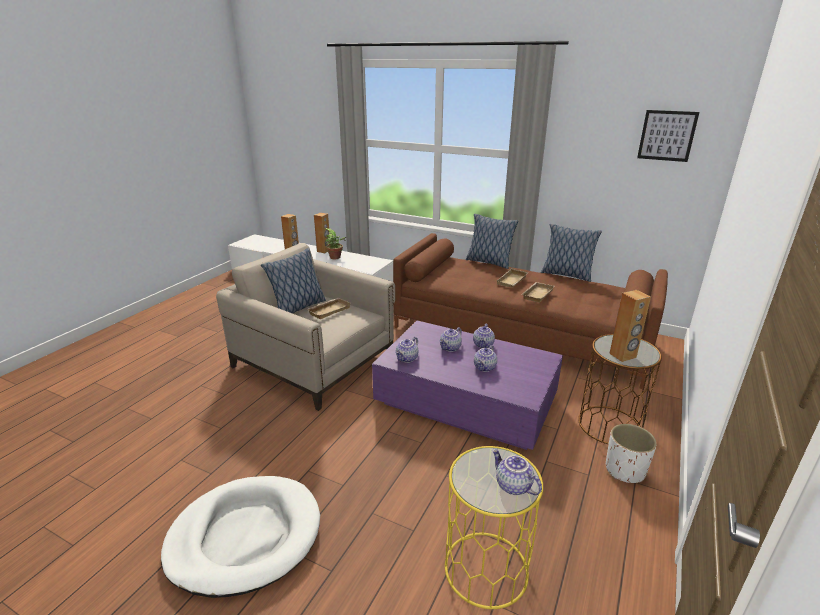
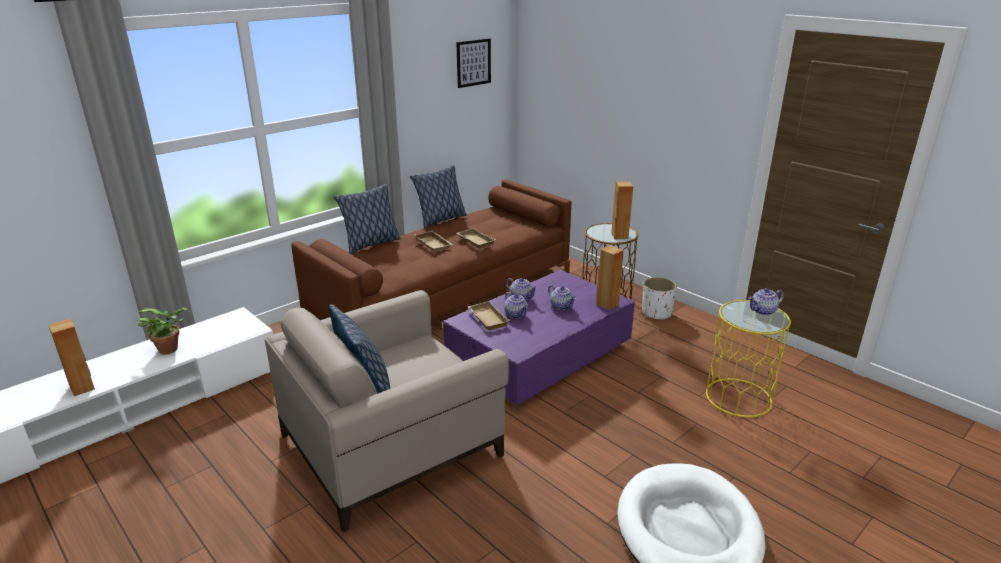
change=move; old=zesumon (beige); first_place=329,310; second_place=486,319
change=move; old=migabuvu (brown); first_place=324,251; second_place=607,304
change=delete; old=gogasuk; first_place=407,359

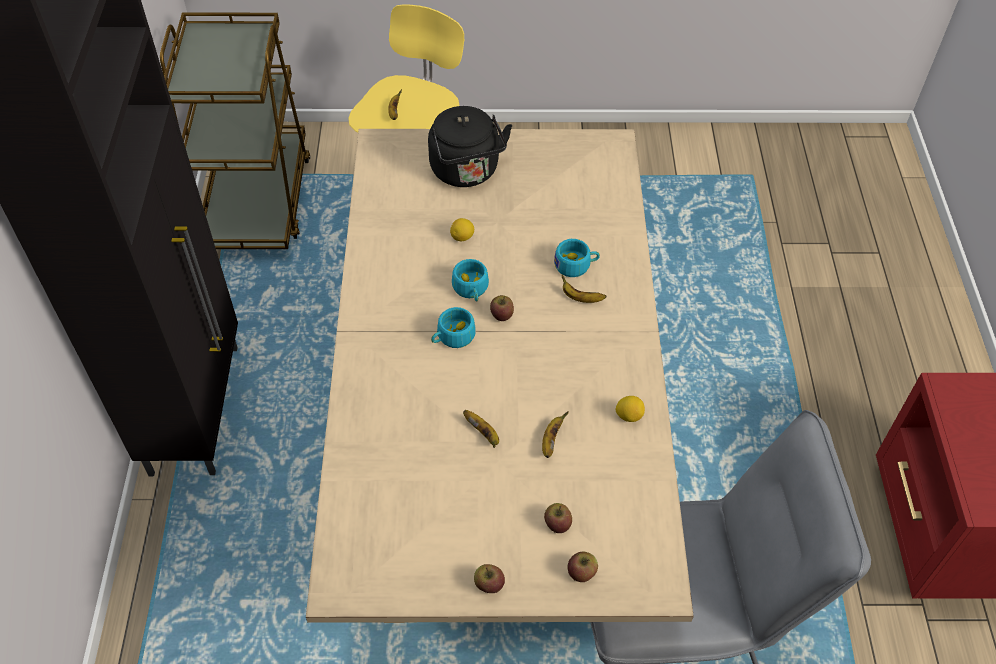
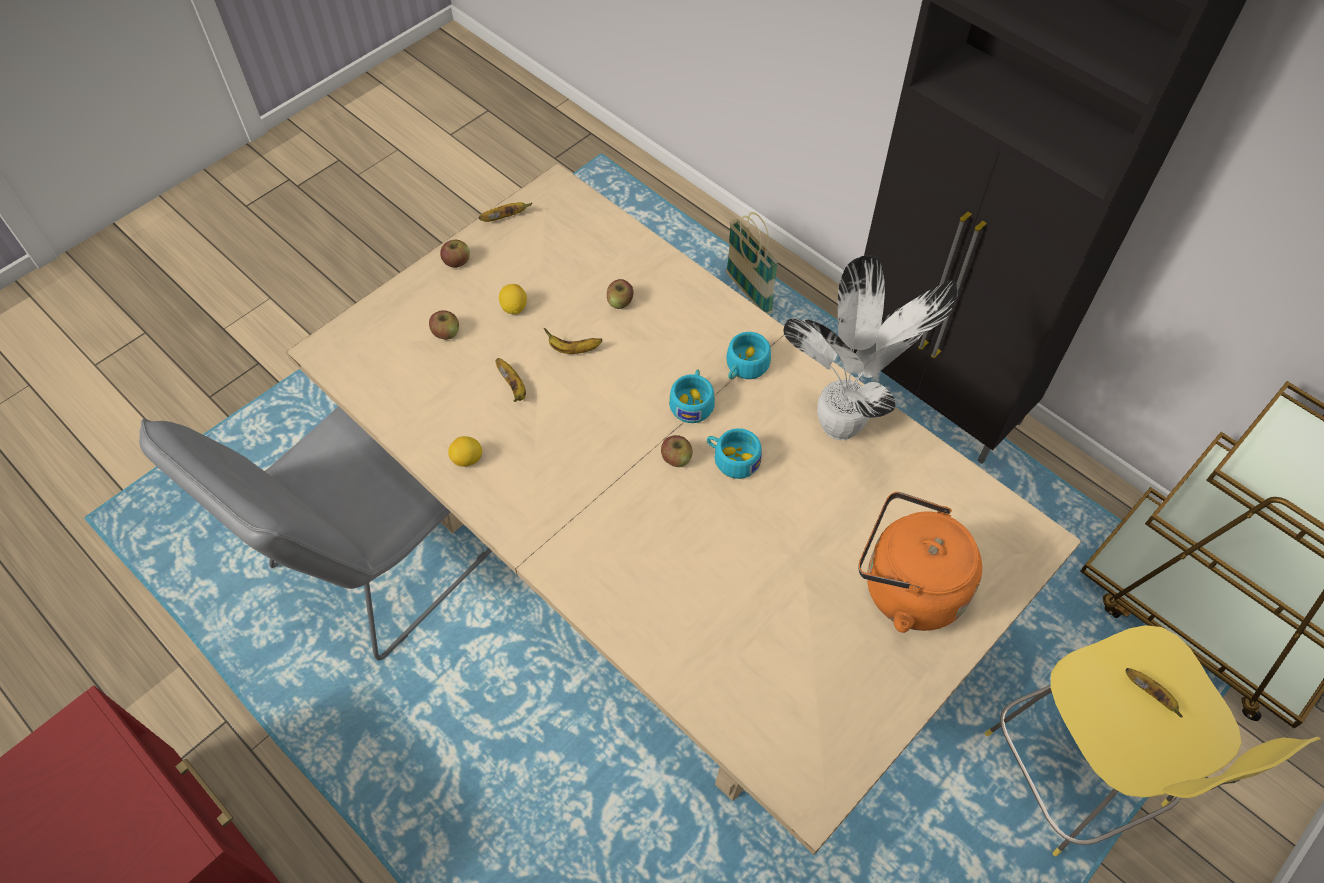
change=recolor; old=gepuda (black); new=gepuda (orange); first_place=467,172; second_place=906,588
change=move; old=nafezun; first_place=462,237; second_place=514,308
change=move; old=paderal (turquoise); first_place=576,265; second_place=744,367
change=move; old=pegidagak; first_place=581,298; second_place=505,217
change=move; old=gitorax; first_place=581,572; second_place=620,302
change=insert; new=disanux; second_place=748,293
change=insert; new=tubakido; second_place=844,427

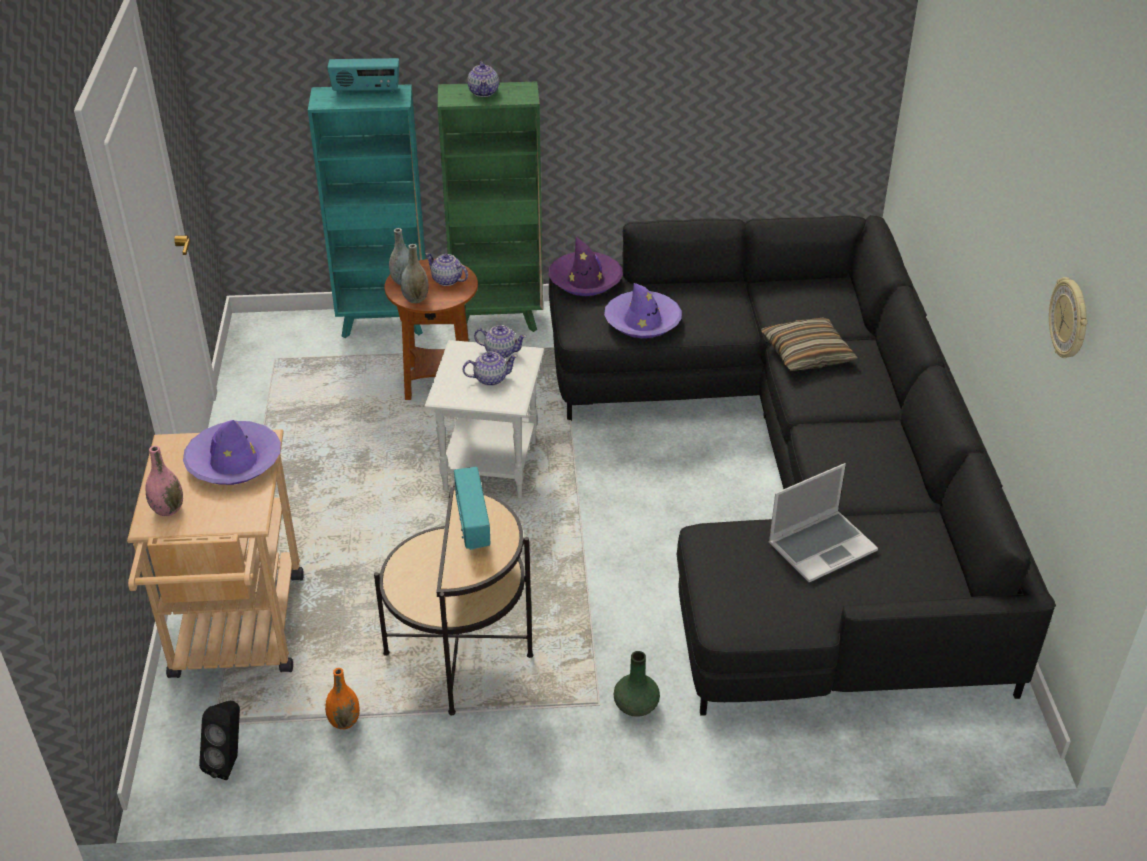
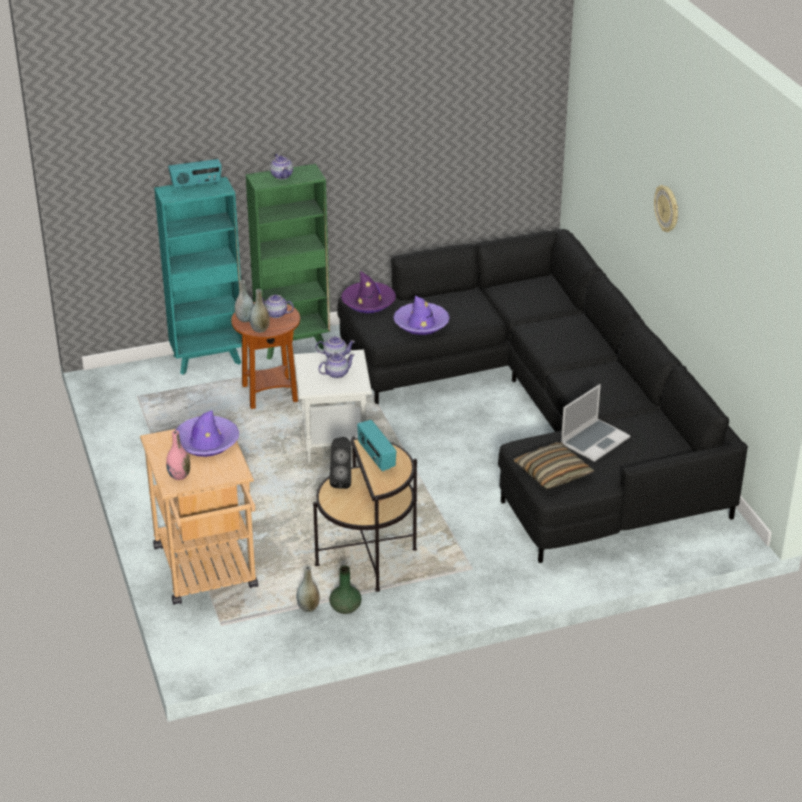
change=move; old=migabuvu (black); first_place=229,762; second_place=342,481
change=recolor; old=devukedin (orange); new=devukedin (grey); first_place=344,721; second_place=308,607
change=move; old=devukedin (green); first_place=636,706; second_place=345,608
change=move; old=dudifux; first_place=807,354; second_place=552,473
change=move; old=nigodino; first_place=1070,319; second_place=667,209

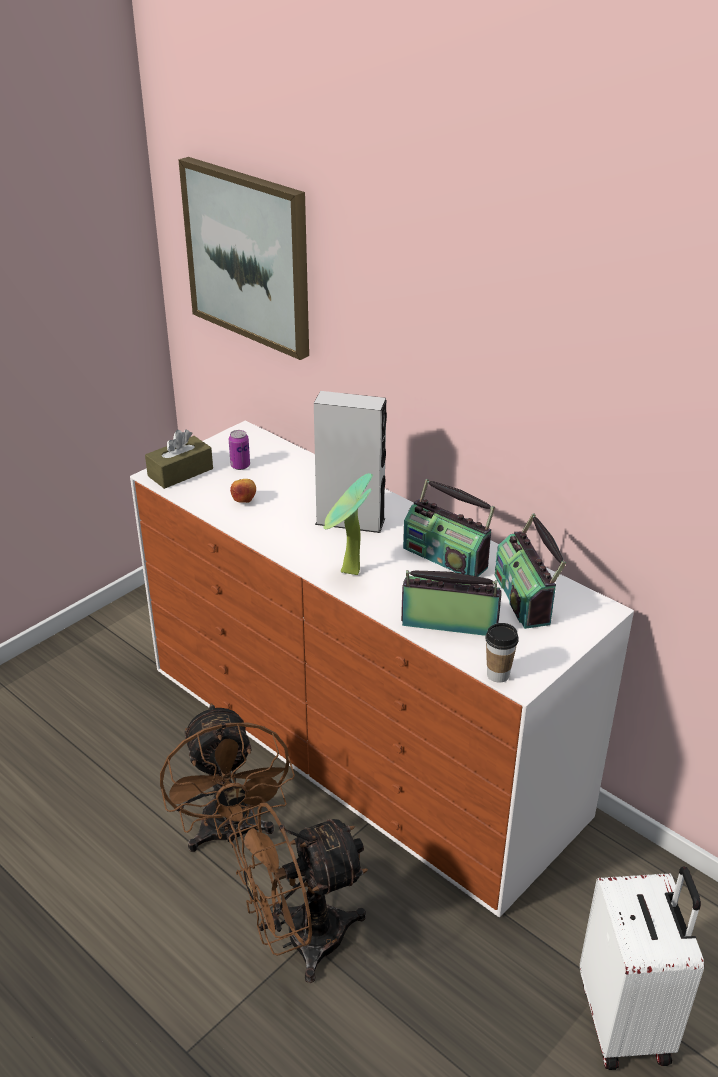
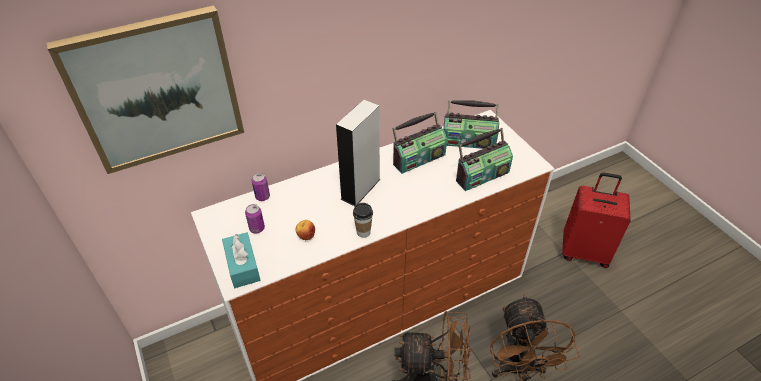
change=recolor; old=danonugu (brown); new=danonugu (turquoise); first_place=180,472; second_place=242,266
change=delete; old=tubakido; first_place=348,573
change=rotate; old=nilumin; first_place=449,624; second_place=481,175; degrees=-150
change=move; old=paderal; first_place=498,675; second_place=363,232
change=recolor; old=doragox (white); new=doragox (red); first_place=627,1021; second_place=584,251
change=insert; new=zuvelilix; second_place=262,197

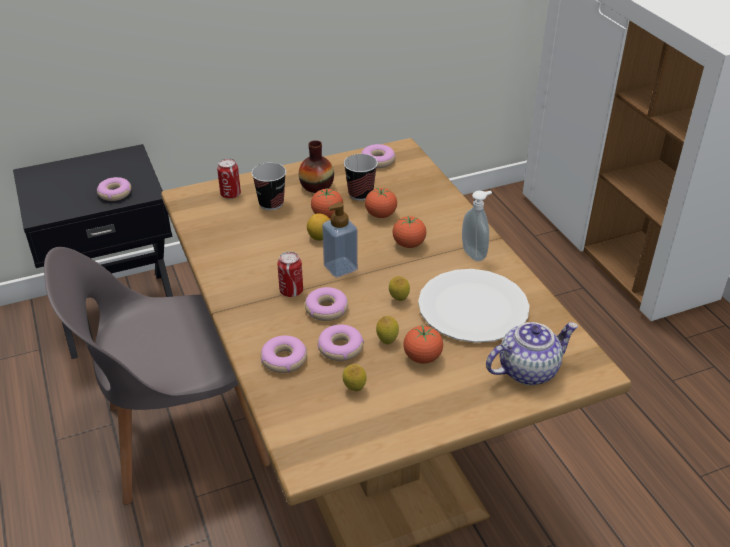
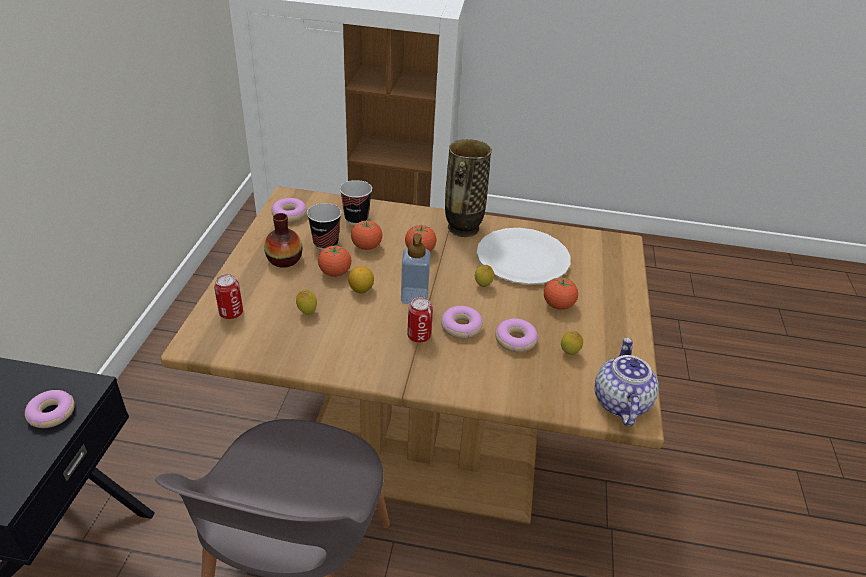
change=move; old=paderal; first_place=271,203; second_place=356,218
change=delete; old=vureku; first_place=284,359
change=move; old=nafezun; first_place=387,341; second_place=307,312
change=replace; old=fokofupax; new=devukedin; first_place=475,254; second_place=462,229
change=move; old=gogasuk; first_place=528,369; second_place=619,401

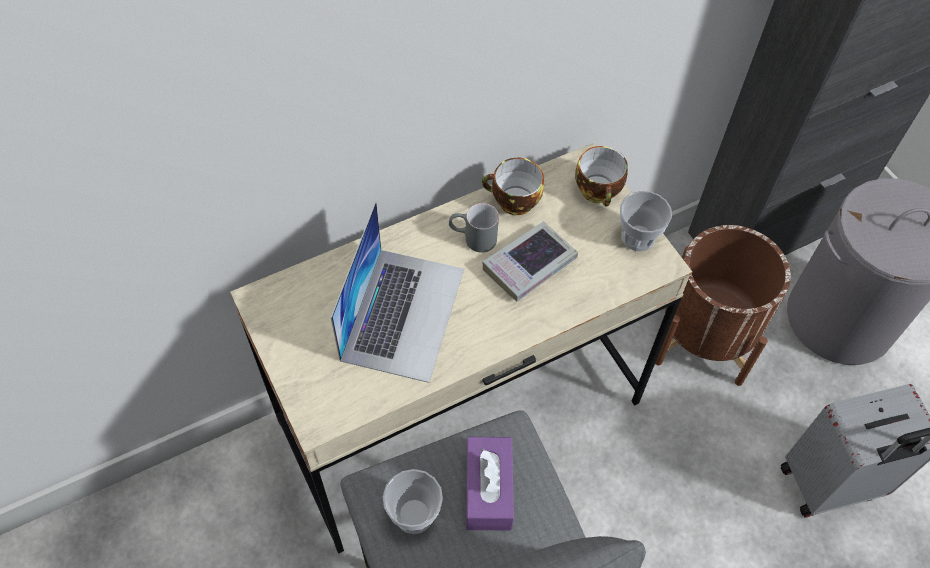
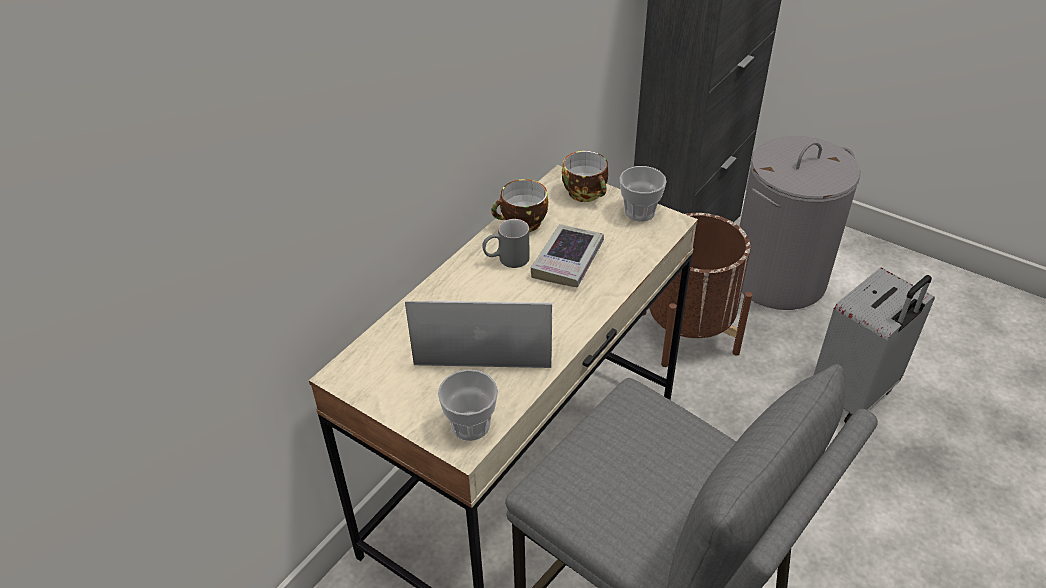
change=rotate; old=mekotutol; first_place=403,313; second_place=484,334; degrees=-75
change=move; old=paderal; first_place=414,514; second_place=470,425
change=delete; old=danonugu (purple); first_place=488,489

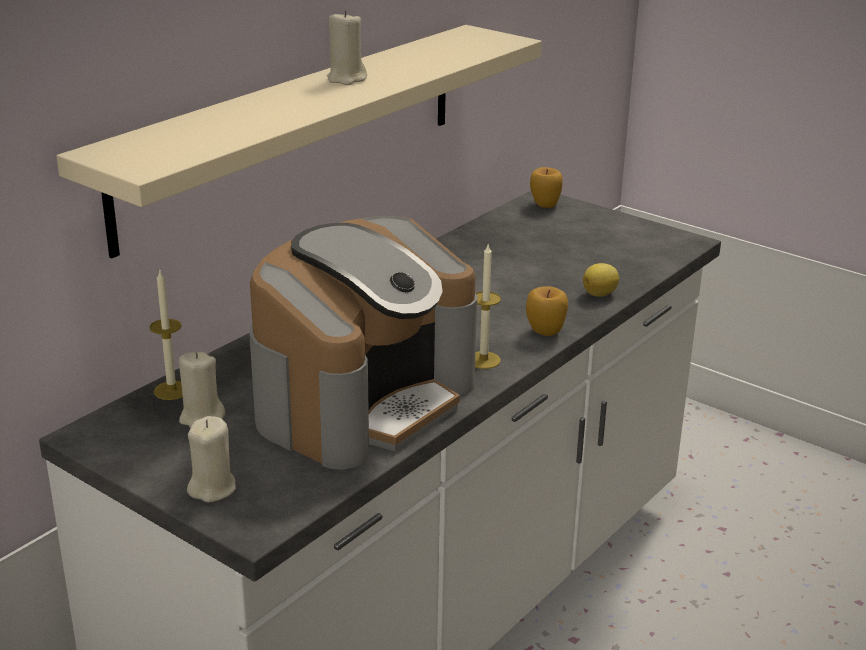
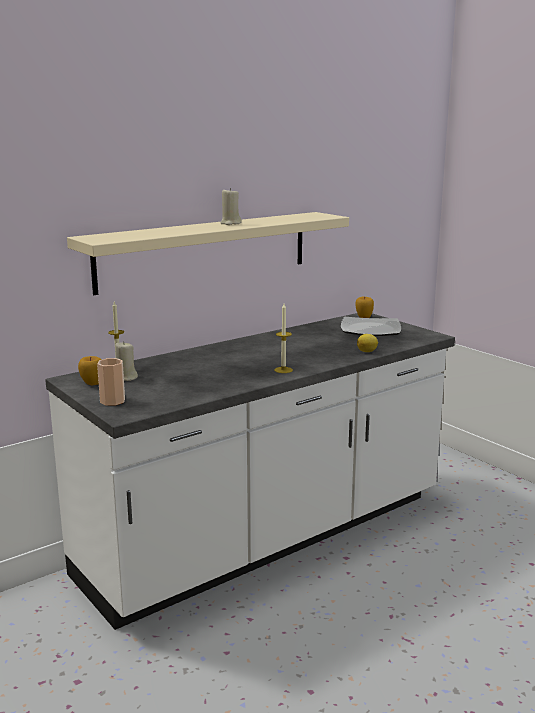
change=replace; old=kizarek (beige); new=paderal; first_place=212,488; second_place=112,401
change=delete; old=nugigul; first_place=363,400
change=move; old=gitorax; first_place=545,332; second_place=92,384
change=insert; new=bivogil; second_place=370,329

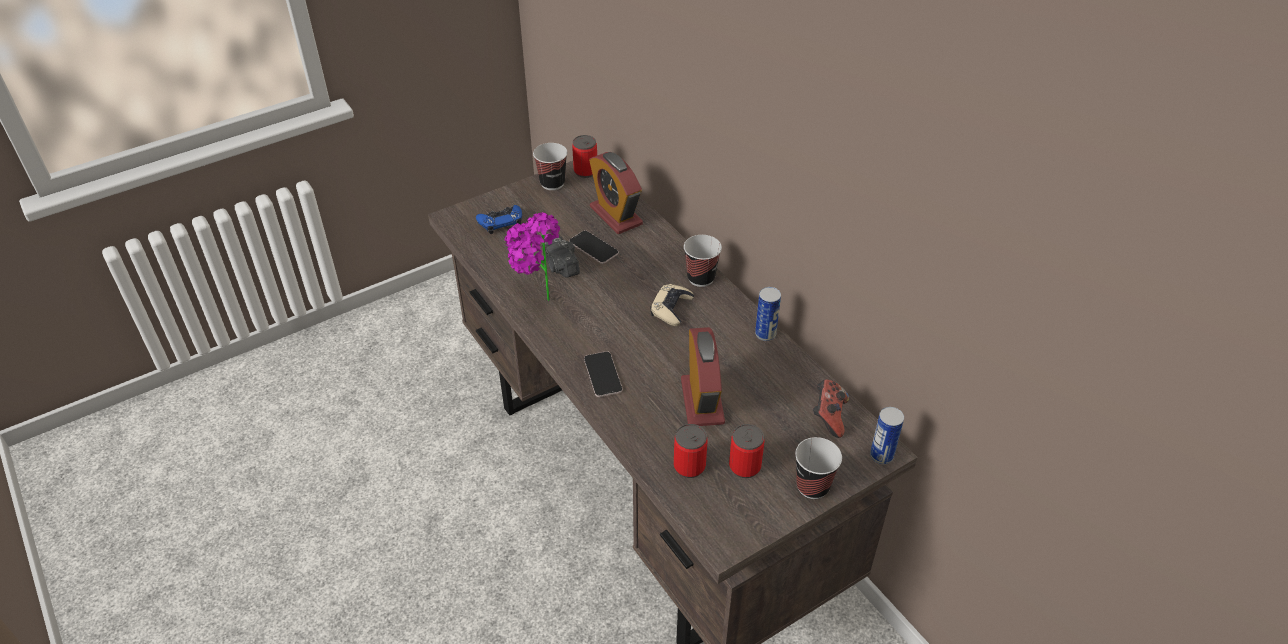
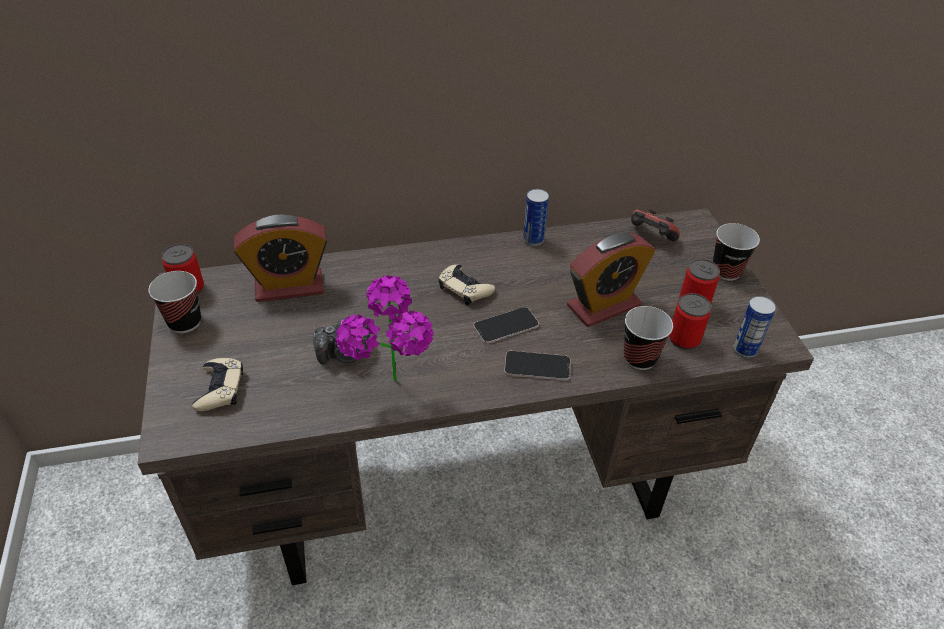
change=recolor; old=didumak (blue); new=didumak (beige); first_place=501,222; second_place=220,388
change=move; old=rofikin; first_place=593,247; second_place=506,326
change=rotate; old=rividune; first_place=702,401; second_place=603,306; degrees=135
change=move; old=paderal; first_place=701,278; second_place=639,358
change=move; old=zuvelilix; first_place=881,456; second_place=744,350

